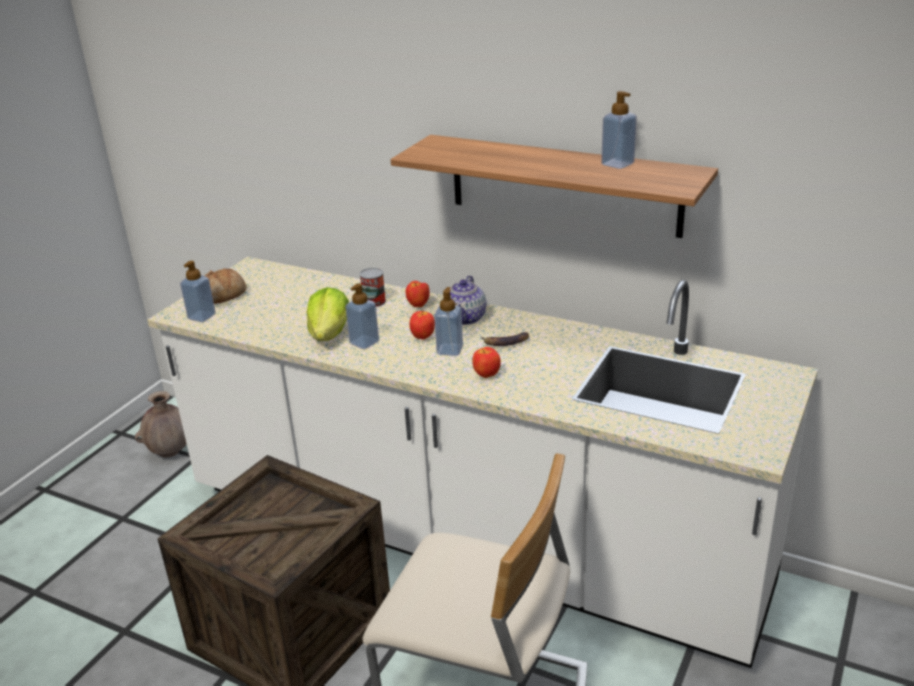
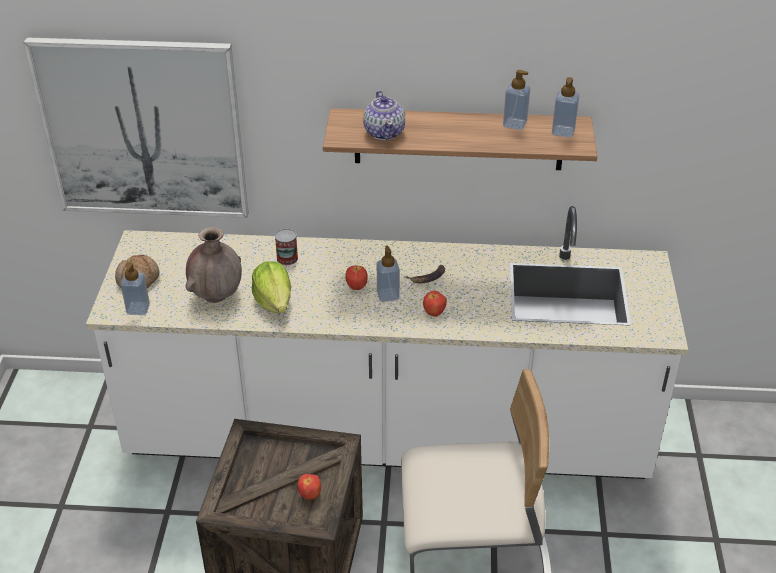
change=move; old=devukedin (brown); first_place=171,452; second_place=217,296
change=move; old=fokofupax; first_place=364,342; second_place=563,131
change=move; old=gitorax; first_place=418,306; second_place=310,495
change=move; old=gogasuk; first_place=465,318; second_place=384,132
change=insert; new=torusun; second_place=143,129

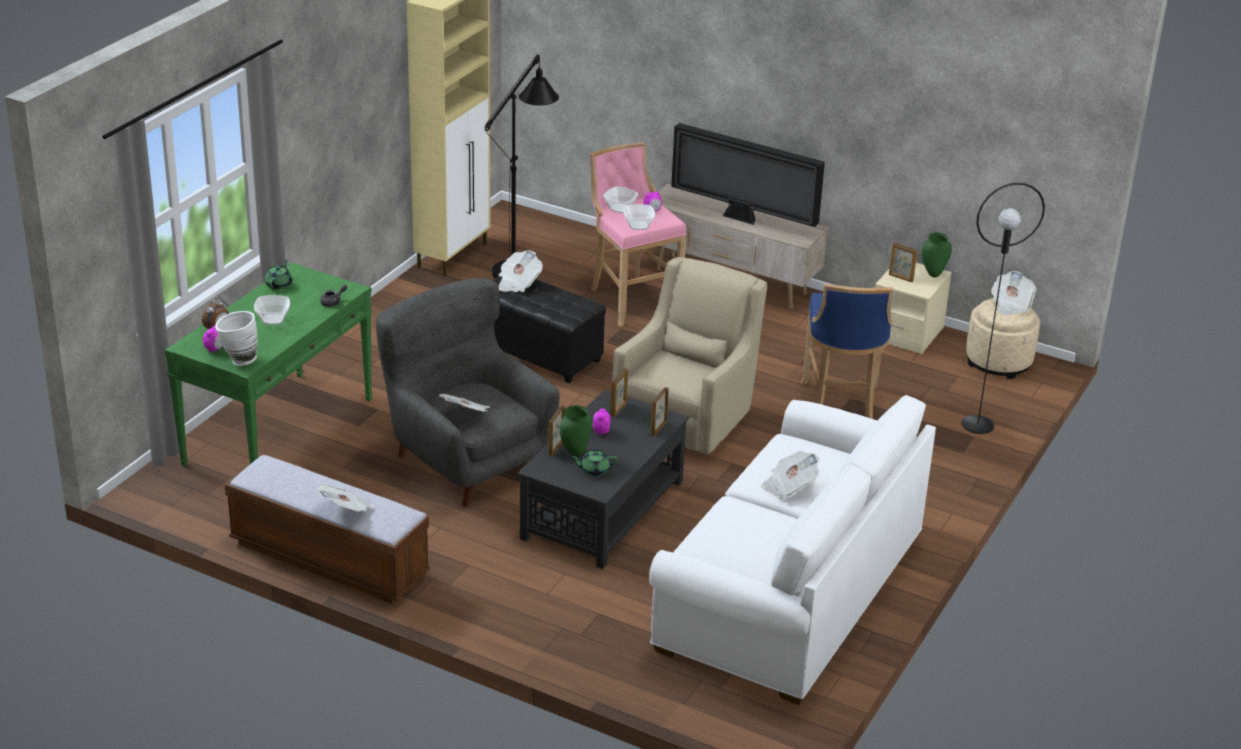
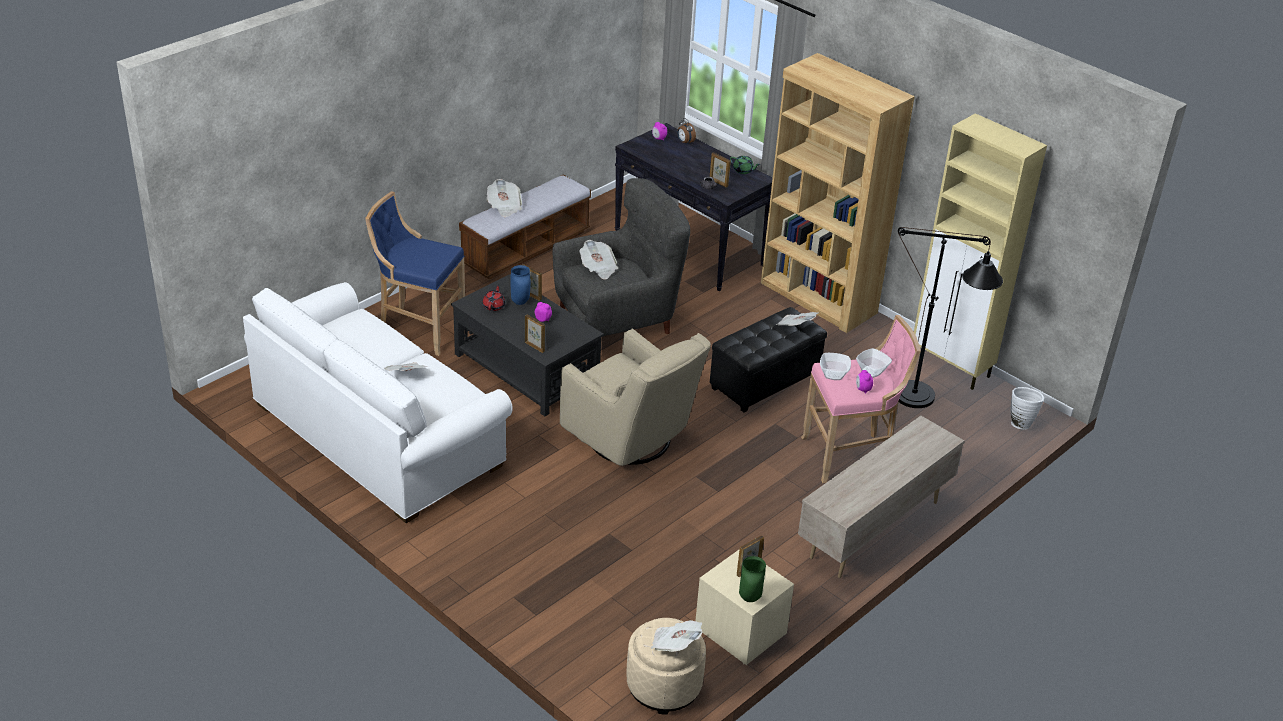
change=recolor; old=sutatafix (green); new=sutatafix (black); first_place=279,431; second_place=689,248
change=move; old=devukedin (white); first_place=238,360; second_place=1020,423
change=delete; old=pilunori; first_place=272,319
change=recolor; old=devukedin (green); new=devukedin (blue); first_place=574,453; second_place=520,302
change=recolor; old=gogasuk (green); new=gogasuk (red); first_place=594,470; second_place=494,306
change=move; old=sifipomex; first_place=619,409; second_place=718,183
change=delete; old=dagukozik; first_place=742,219
change=move; old=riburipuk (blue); first_place=840,408; second_place=418,329
change=delete; old=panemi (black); first_place=978,424
change=insert; new=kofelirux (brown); second_place=818,298

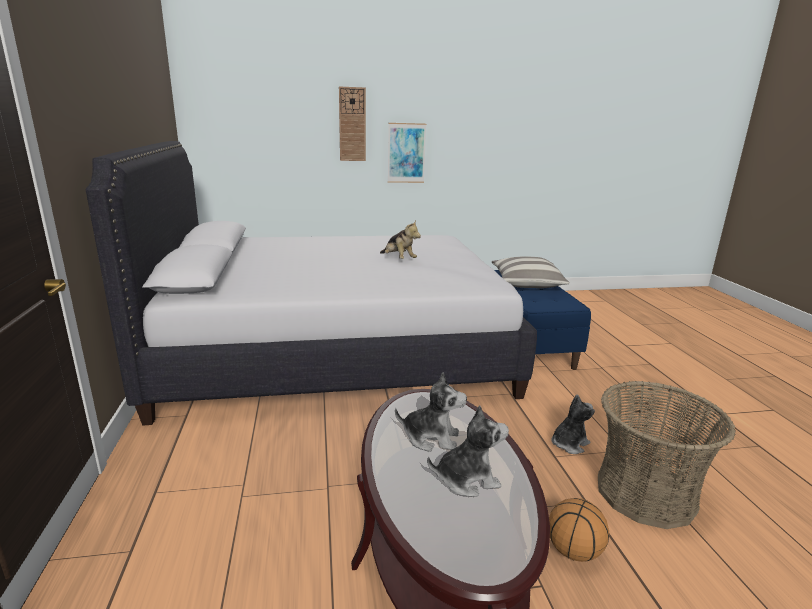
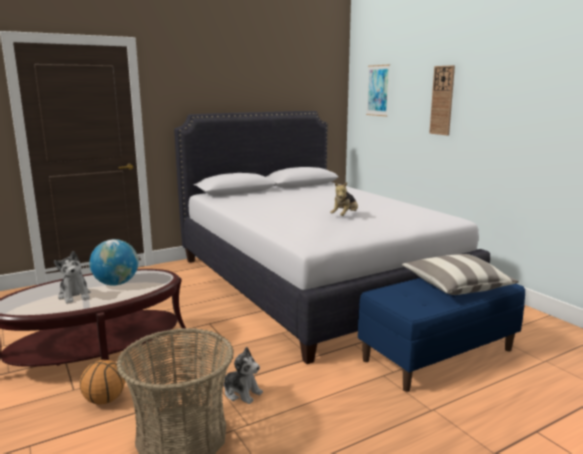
change=move; old=torusun; first_place=406,153; second_place=378,90
change=replace; old=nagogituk; new=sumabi; first_place=431,438; second_place=116,283

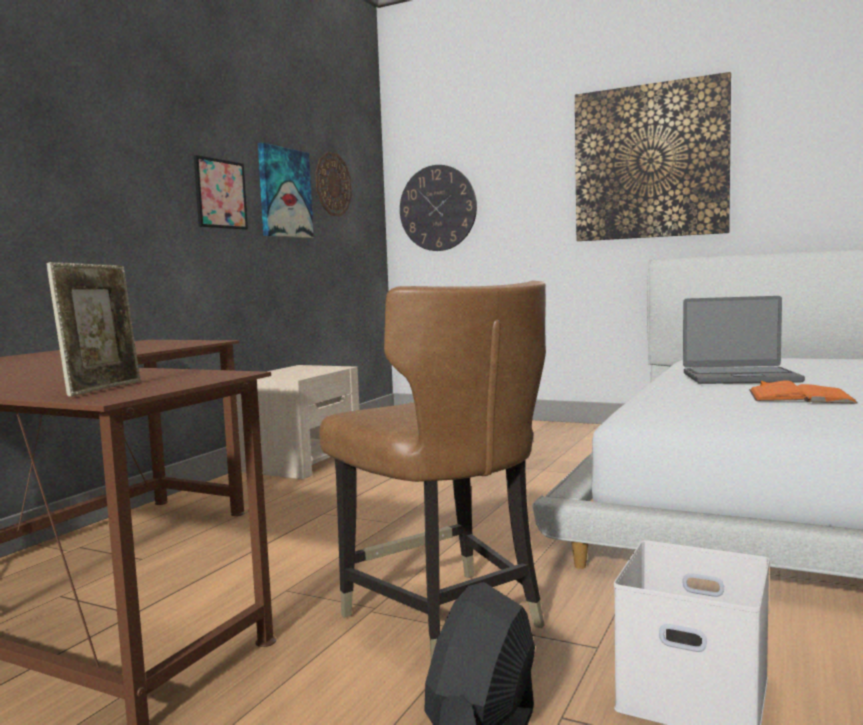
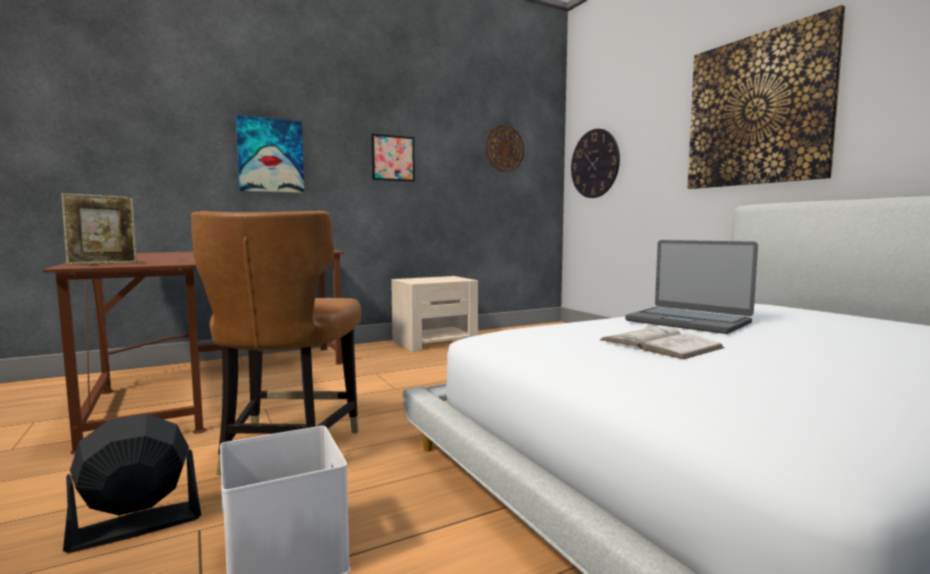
change=move; old=torusun; first_place=284,193; second_place=270,155
change=recolor; old=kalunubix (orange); new=kalunubix (white); first_place=800,396; second_place=660,344

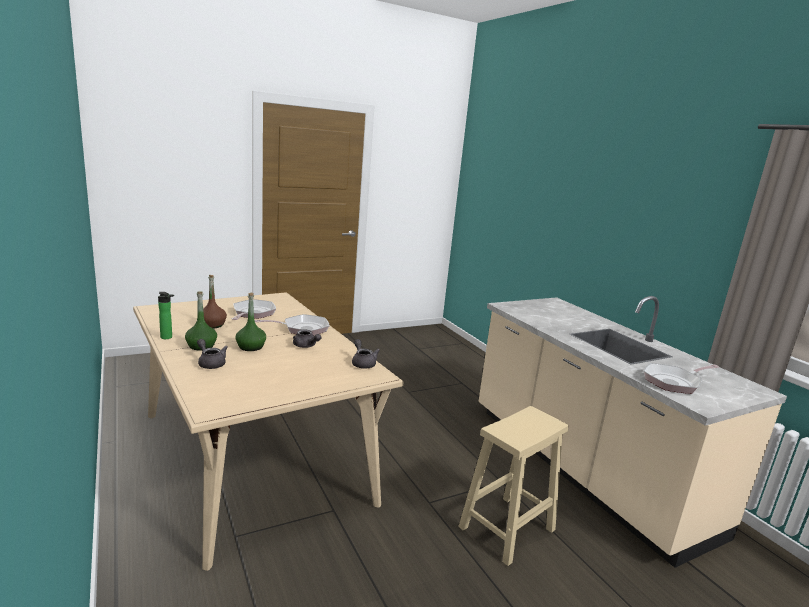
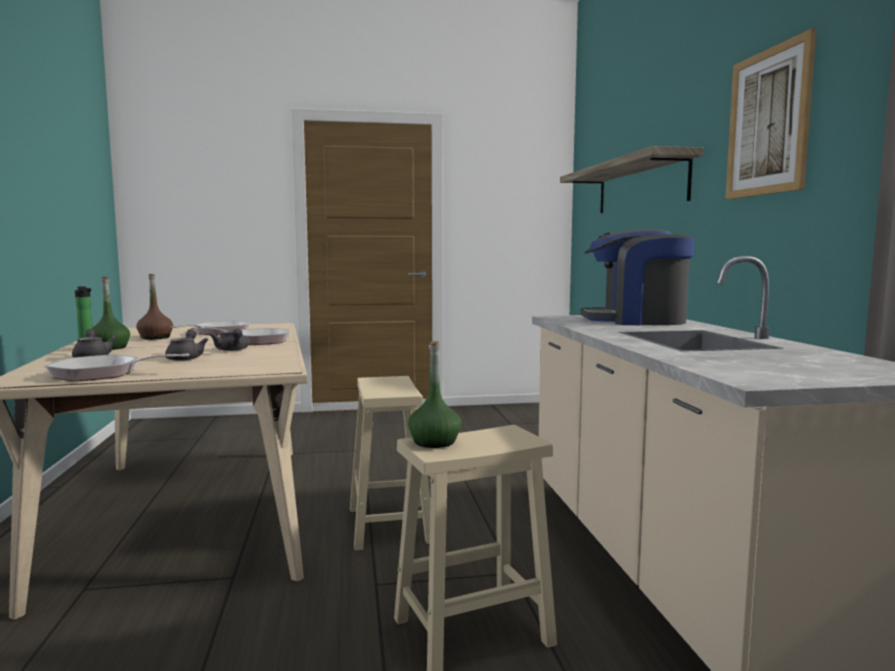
change=move; old=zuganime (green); first_place=251,347; second_place=434,442
change=move; old=gogasuk (grey); first_place=363,363; second_place=186,358
change=move; old=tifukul; first_place=674,382; second_place=102,374
change=insert; new=riburipuk (beige); second_place=390,526
change=insert; new=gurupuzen; second_place=640,186
change=insert; new=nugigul; second_place=635,320
change=insert; new=torusun; second_place=768,122

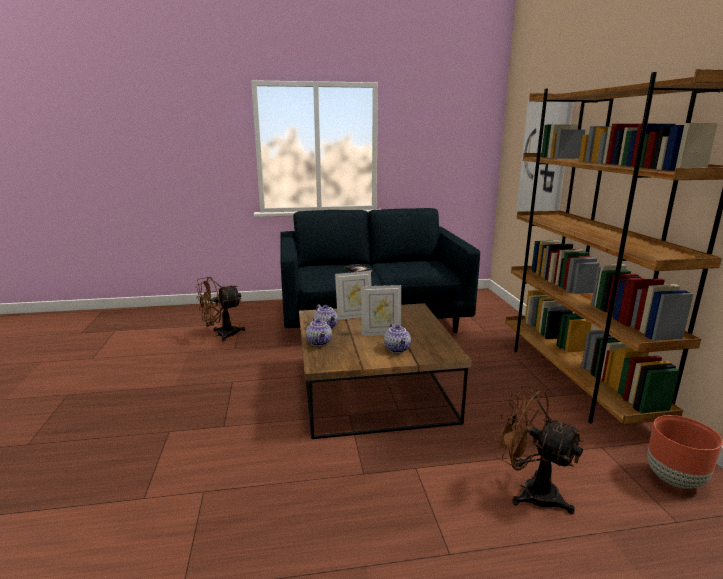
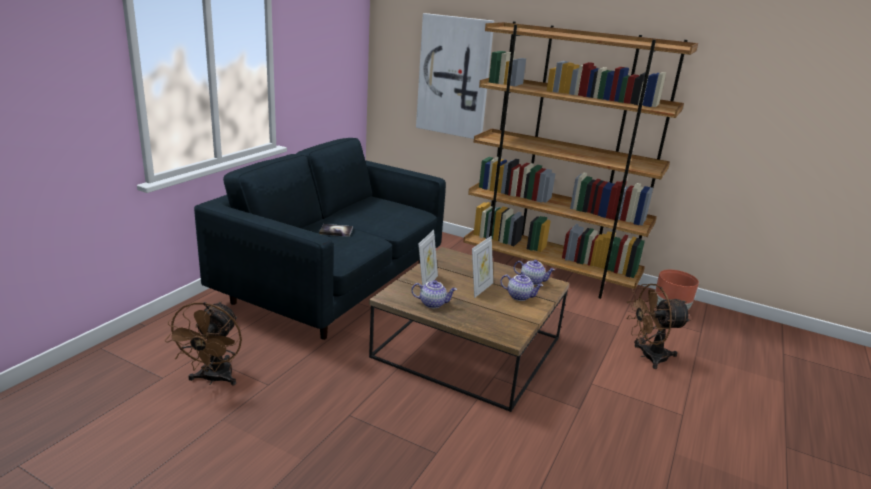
change=move; old=gogasuk; first_place=320,342; second_place=532,281

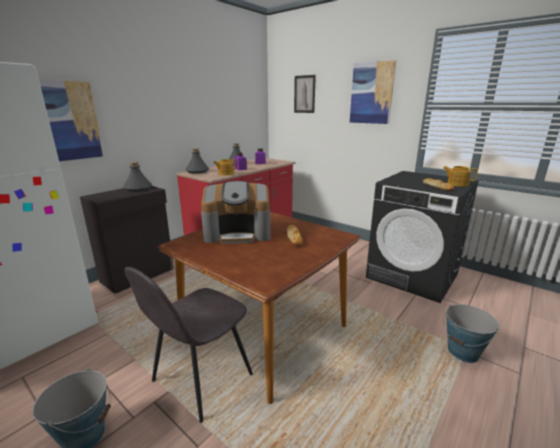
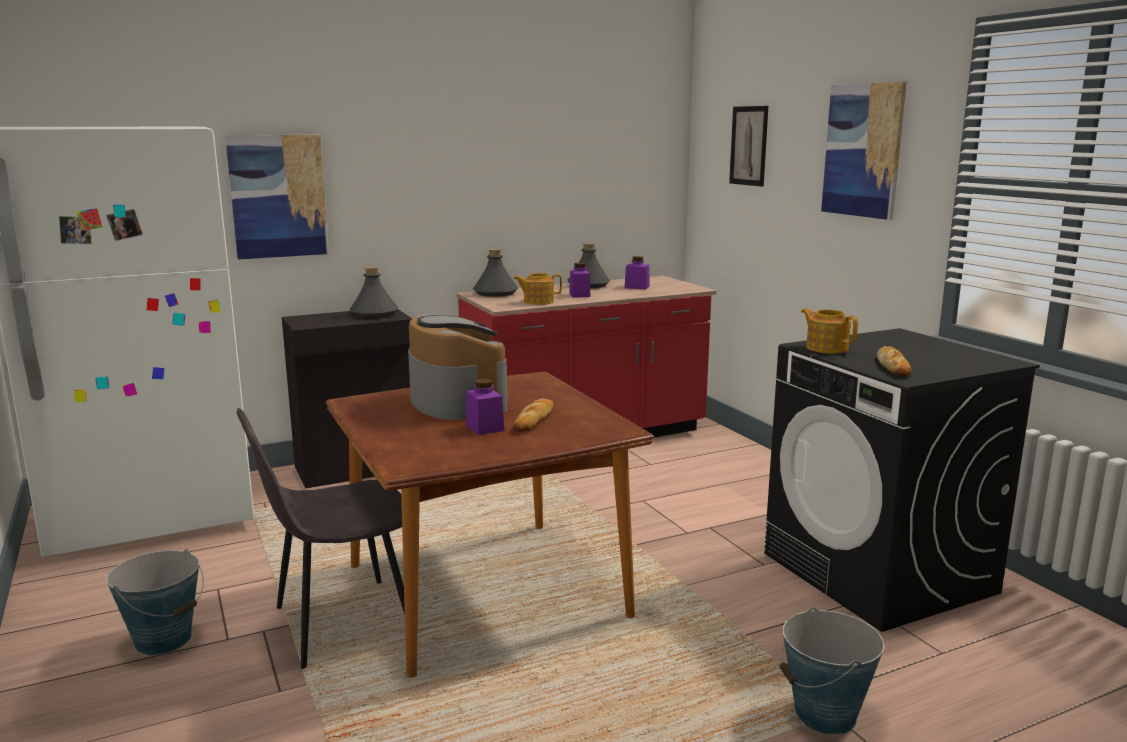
change=rotate; old=nugigul; first_place=238,233; second_place=456,401; degrees=-135
change=move; old=gogasuk; first_place=457,184; second_place=826,348
change=insert; new=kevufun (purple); second_place=485,427

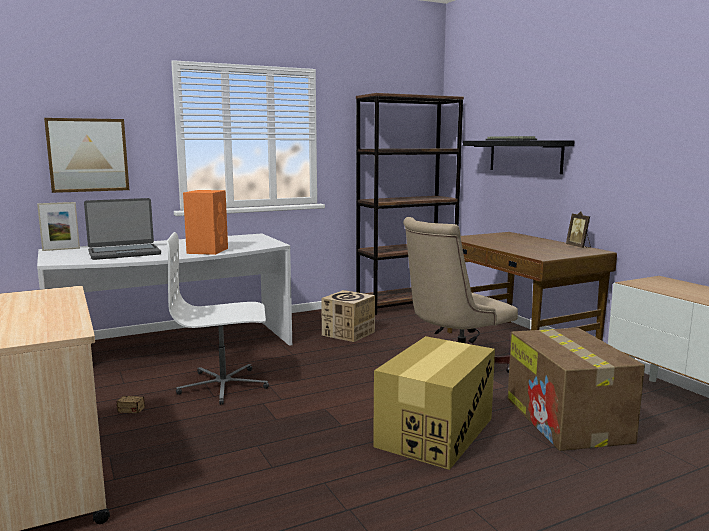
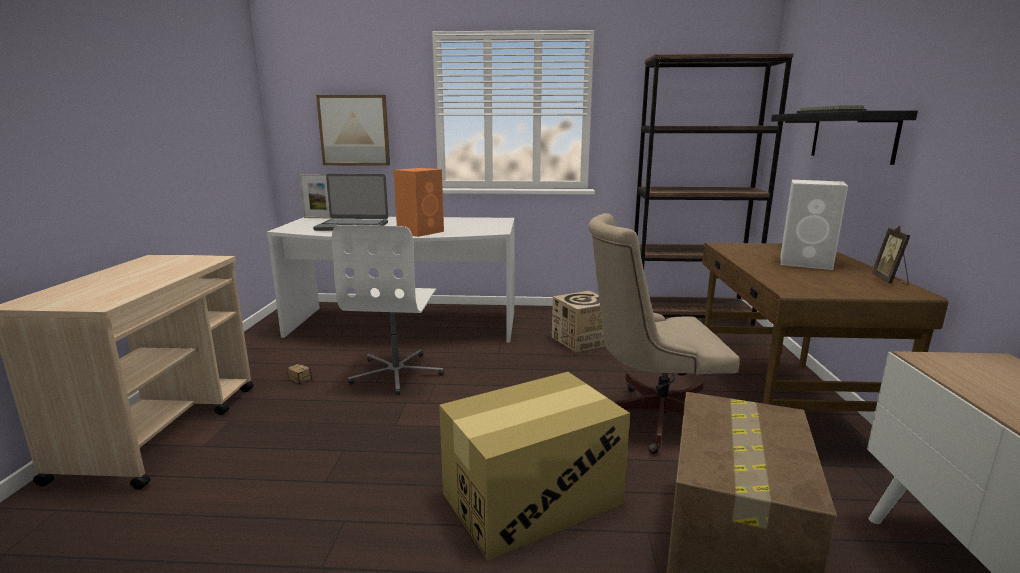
change=rotate; old=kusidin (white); first_place=224,386; second_place=397,373; degrees=-105
change=insert; new=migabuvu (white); second_place=807,263

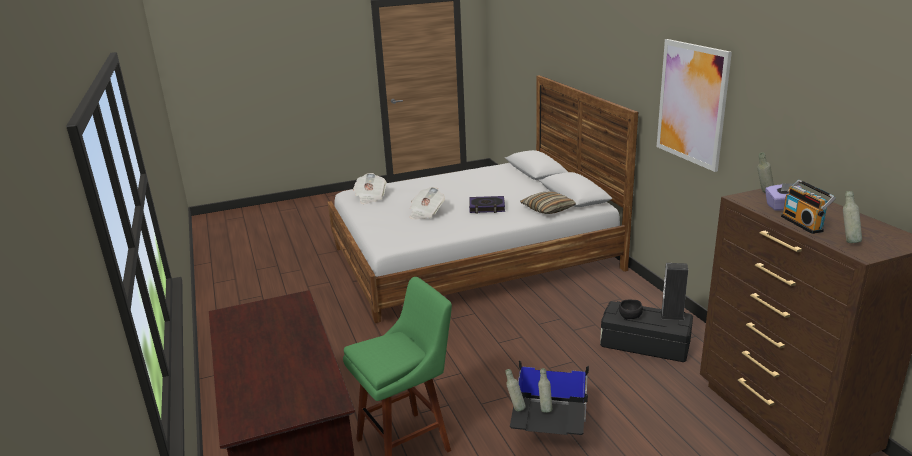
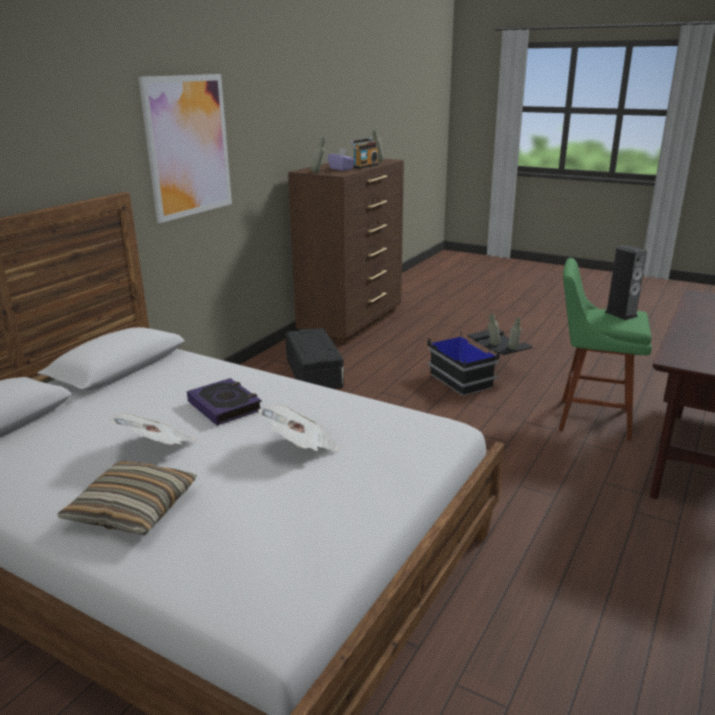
change=move; old=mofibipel; first_place=370,197; second_place=157,447
change=move; old=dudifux; first_place=548,209; second_place=133,509
change=delete; old=pilunori (black); first_place=629,316
change=move; old=migabuvu; first_place=672,315; second_place=621,314

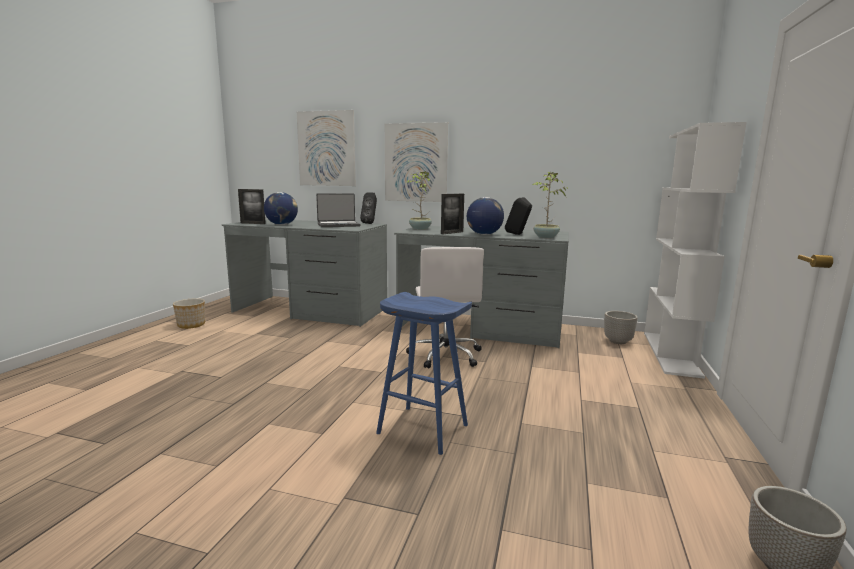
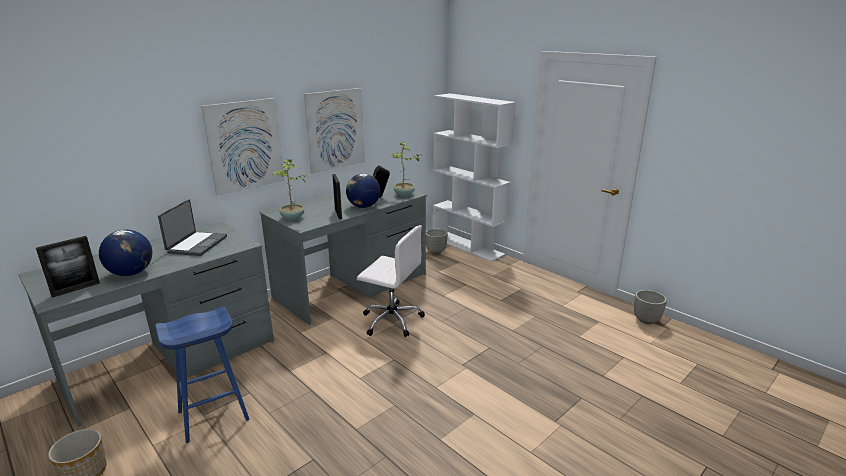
change=move; old=torusun; first_place=326,148; second_place=335,130
change=delete; old=migabuvu (black); first_place=370,223
change=move; old=riburipuk (blue); first_place=421,429; second_place=212,416

